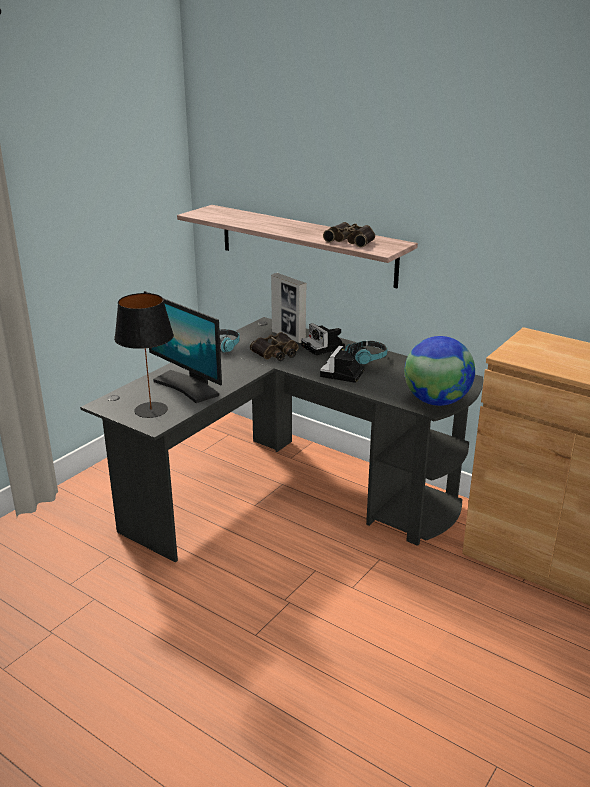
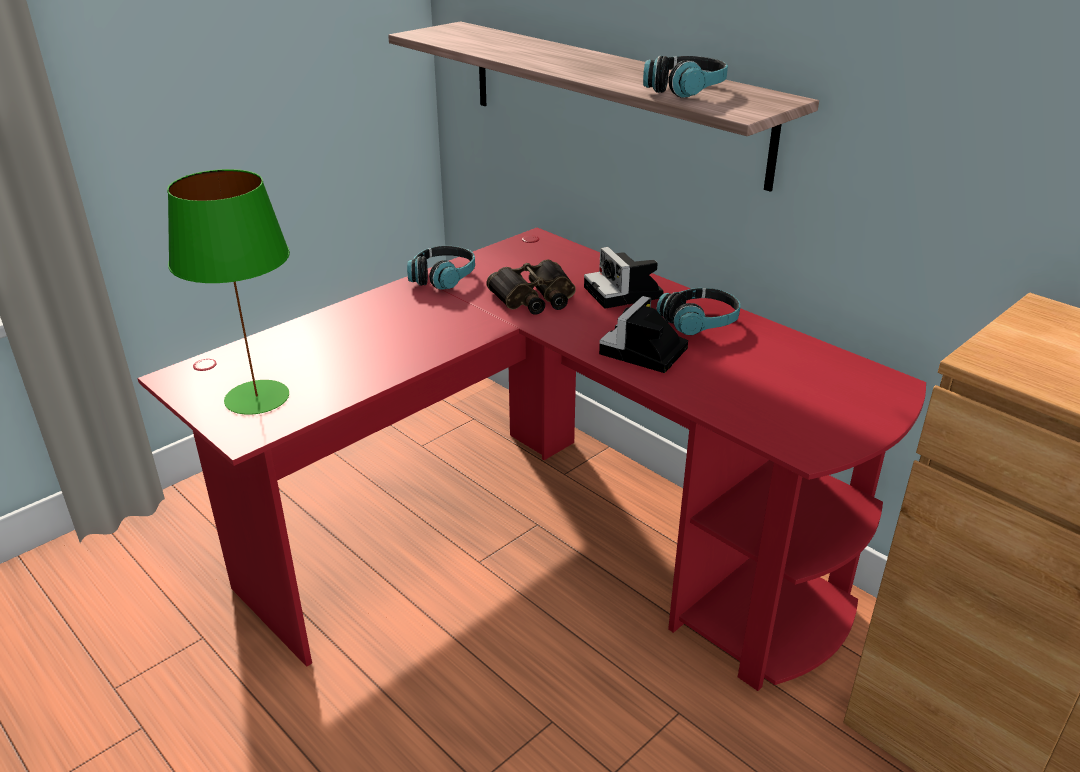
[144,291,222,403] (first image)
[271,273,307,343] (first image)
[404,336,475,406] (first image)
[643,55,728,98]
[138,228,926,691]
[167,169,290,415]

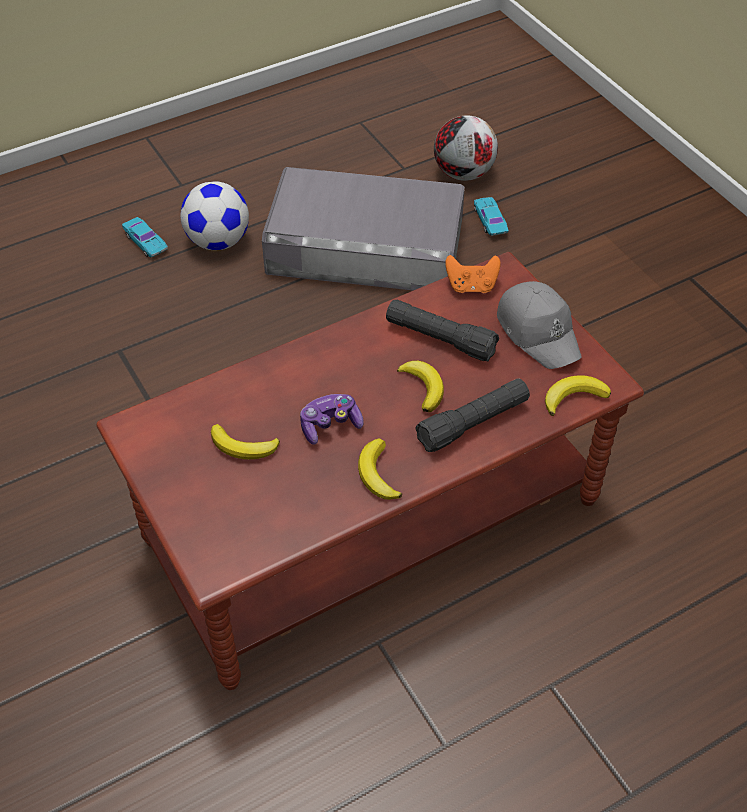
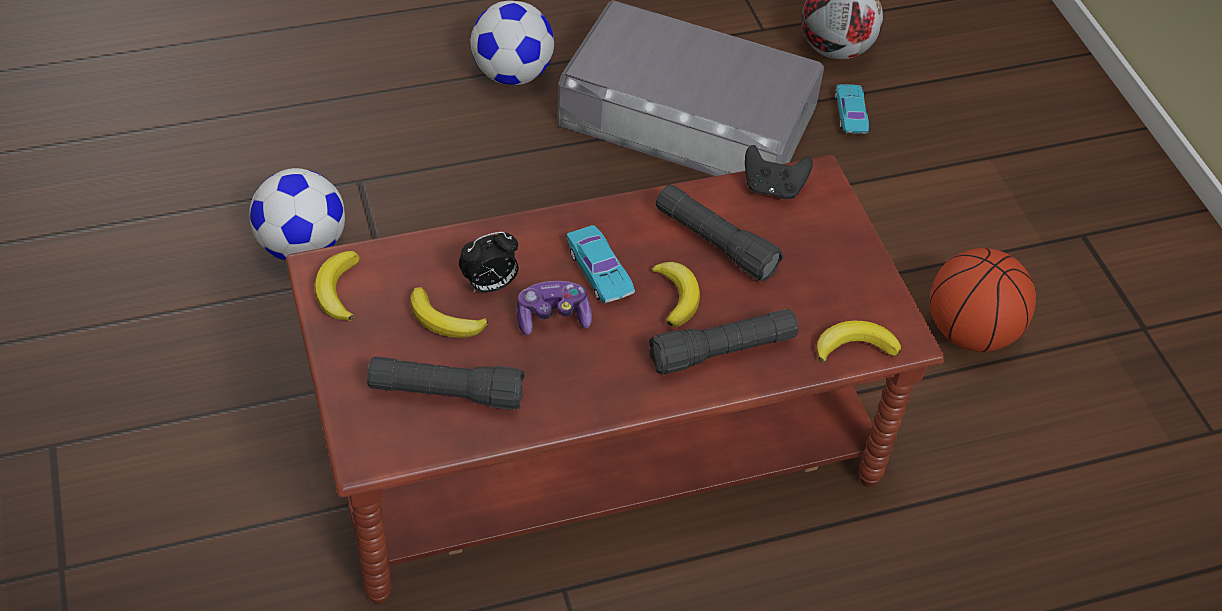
[497,281,582,369] (first image)
[249,168,345,260]
[367,356,525,410]
[459,232,518,293]
[930,248,1036,352]
[567,225,635,303]
[314,251,359,321]
[745,145,813,199]

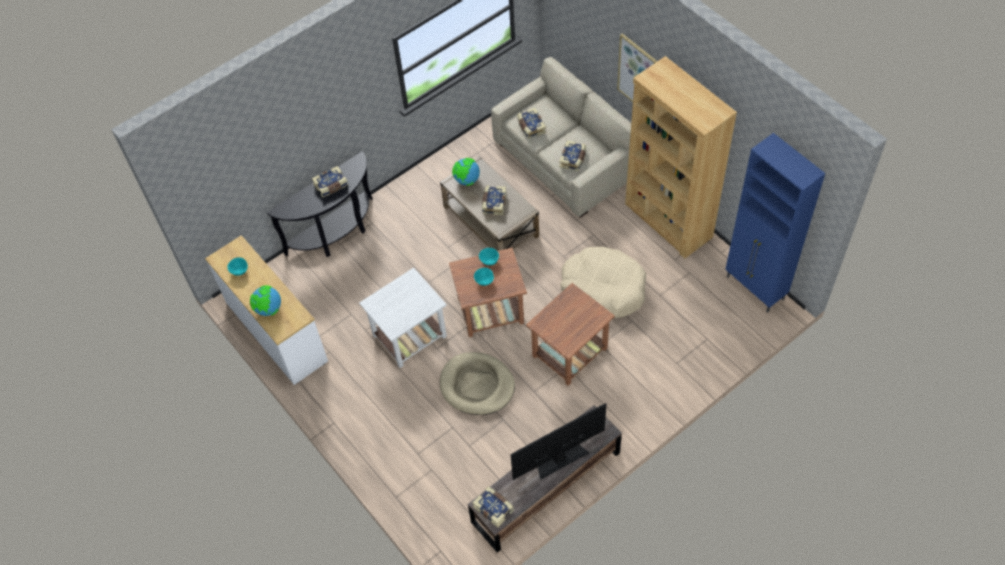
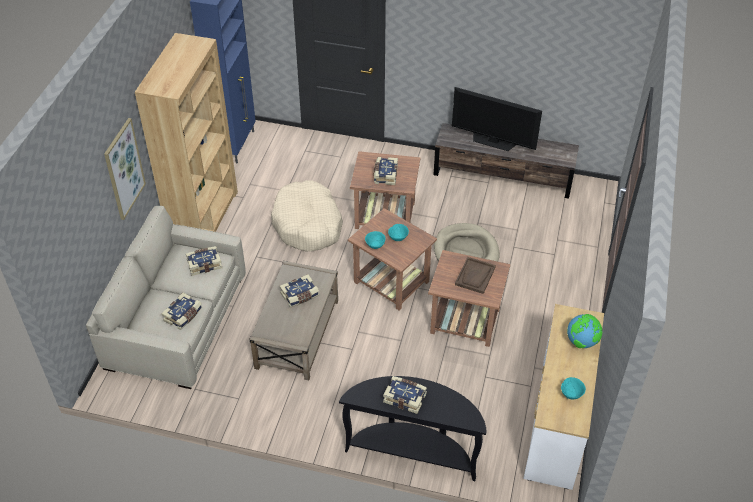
[452,158,480,186] (first image)
[455,257,496,294]
[374,157,398,185]
[428,250,511,347]

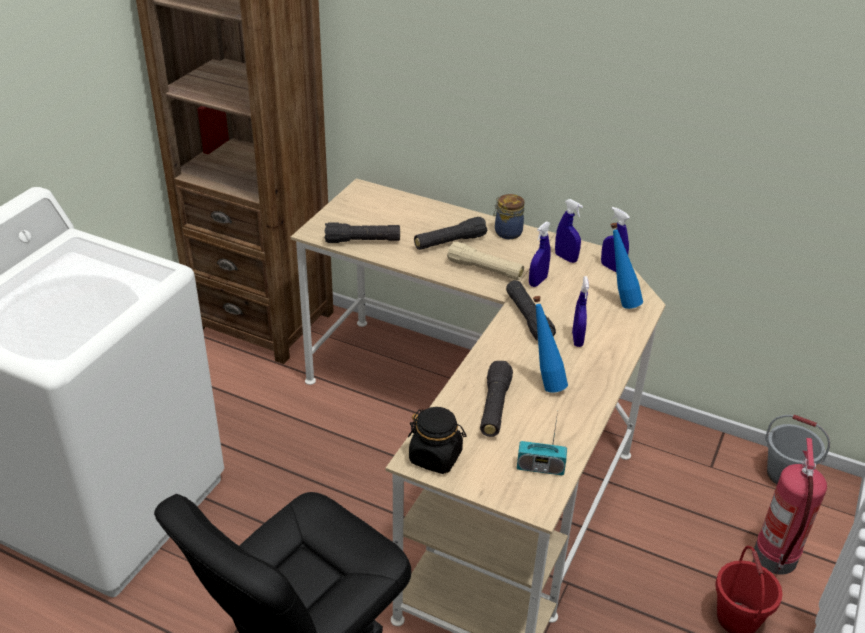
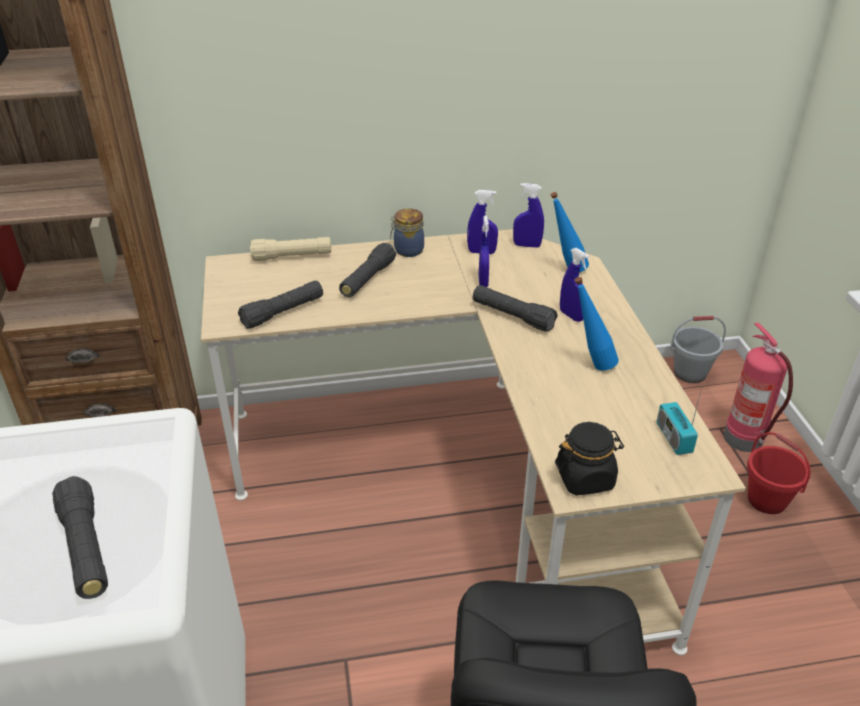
[250,237,331,261]
[52,476,108,599]
[657,388,702,455]

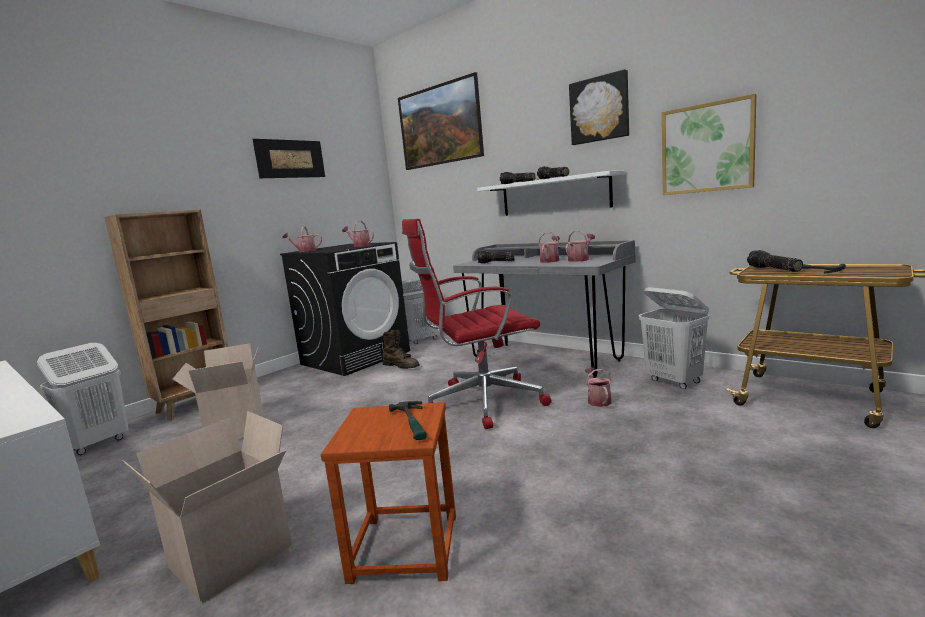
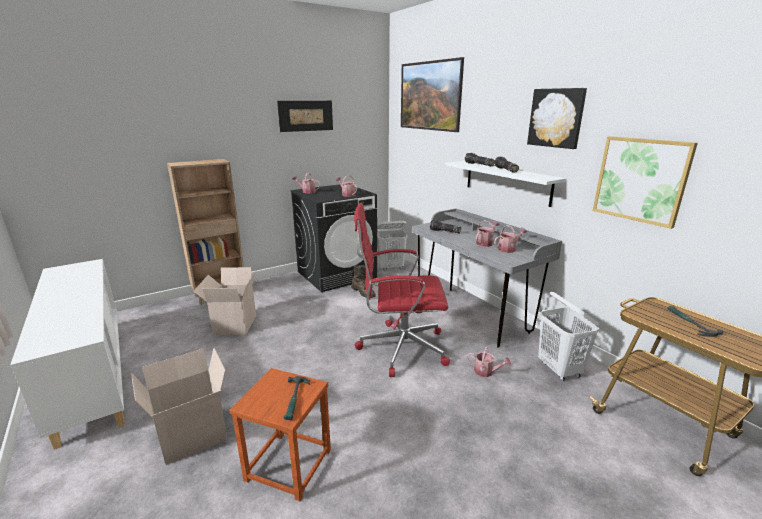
[37,343,129,455] (first image)
[747,250,803,272] (first image)
[467,347,511,377]

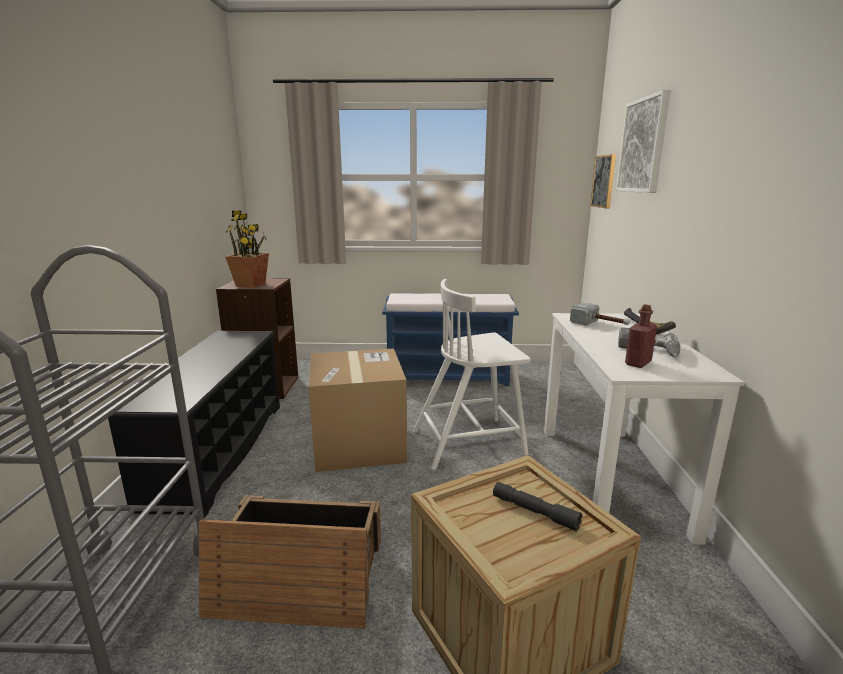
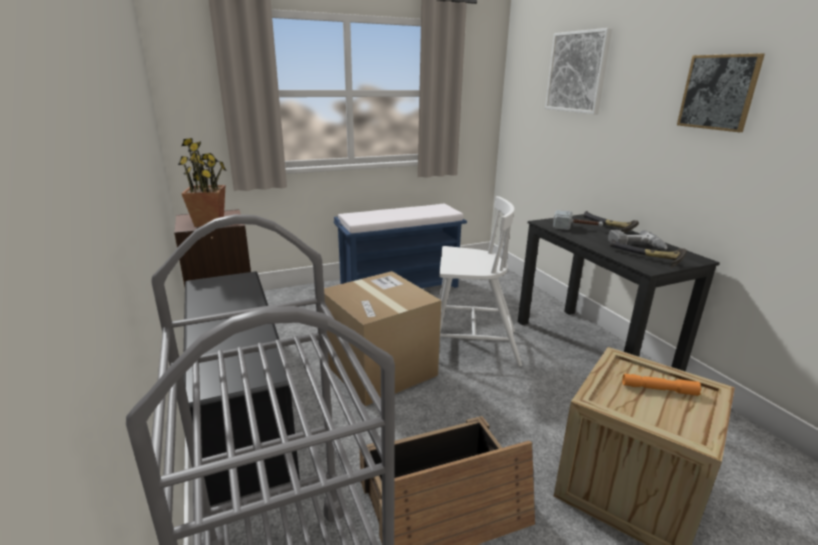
[677,53,765,132]
[610,239,687,268]
[622,374,702,396]
[518,214,720,371]
[439,196,522,366]

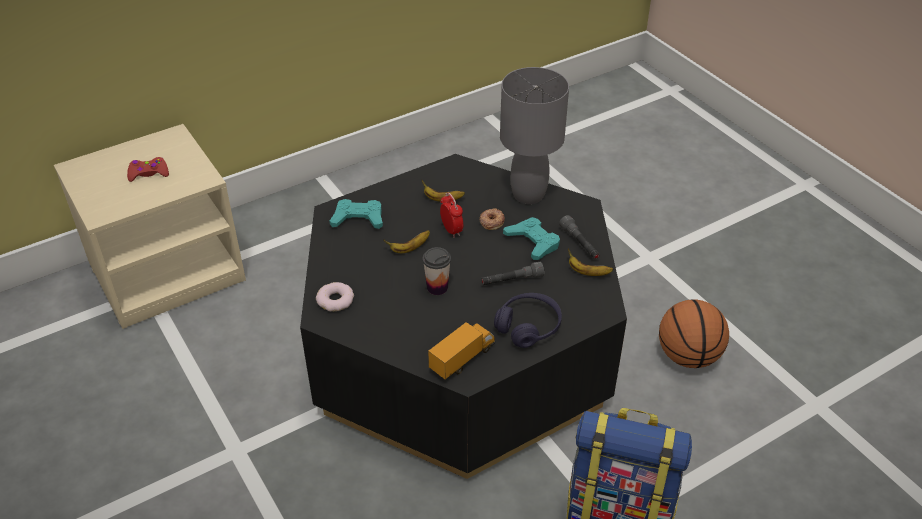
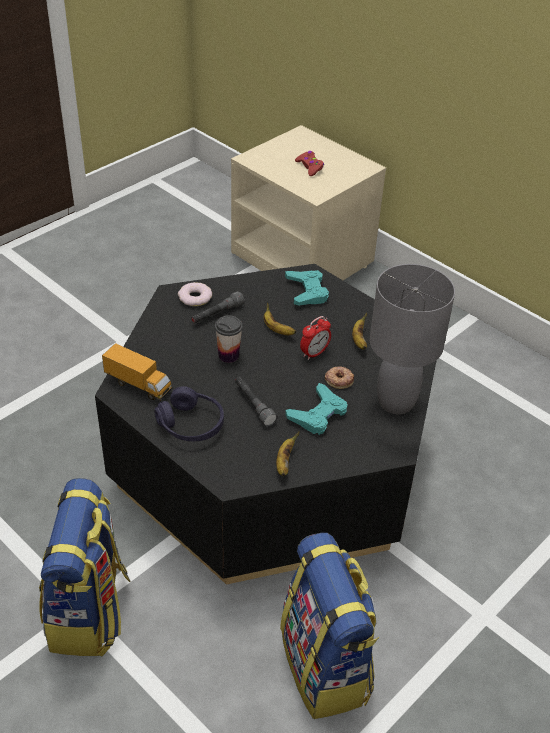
[191,291,244,323]
[280,533,379,719]

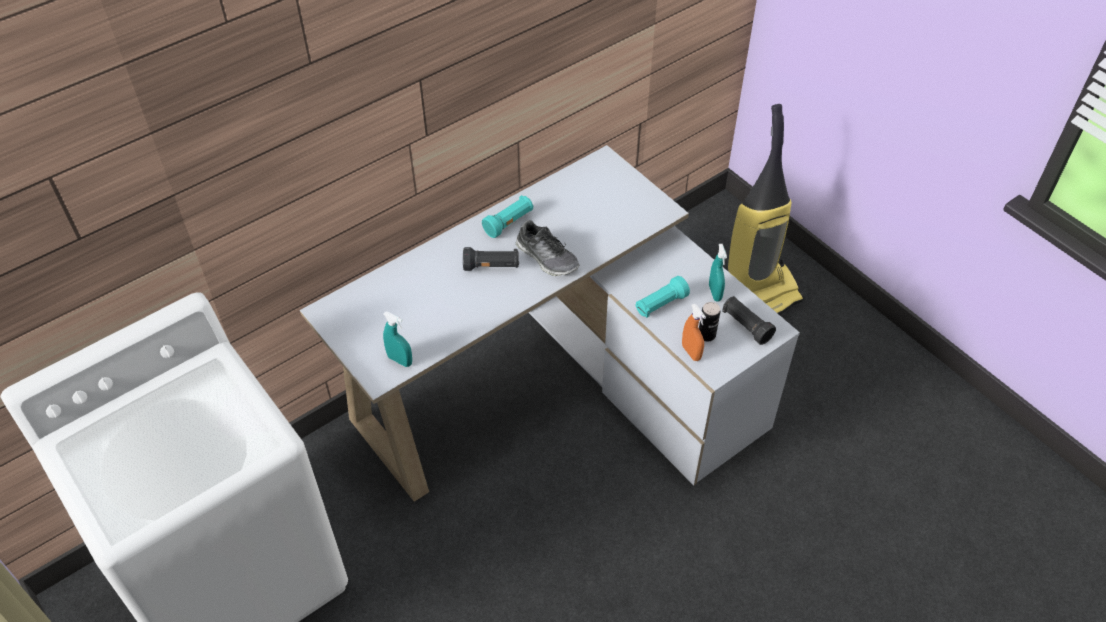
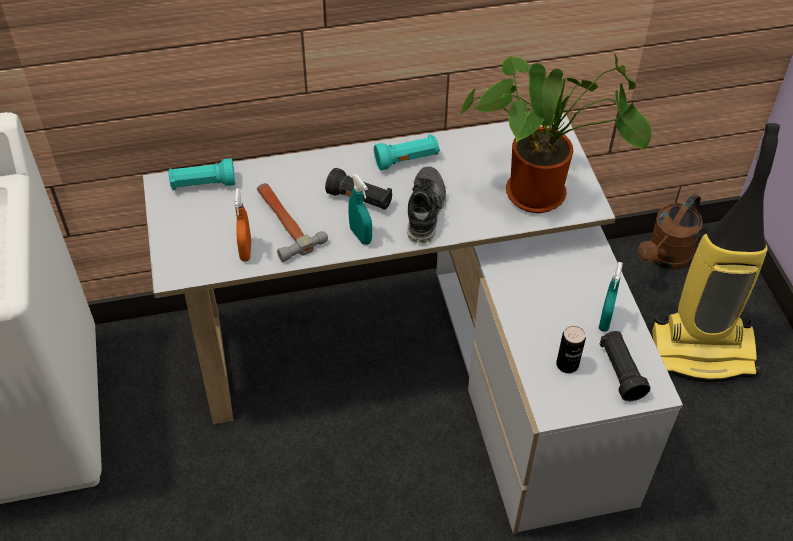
[257,183,328,262]
[459,53,652,213]
[638,194,703,270]
[348,174,372,245]
[168,158,235,190]
[234,188,251,262]
[407,166,447,244]

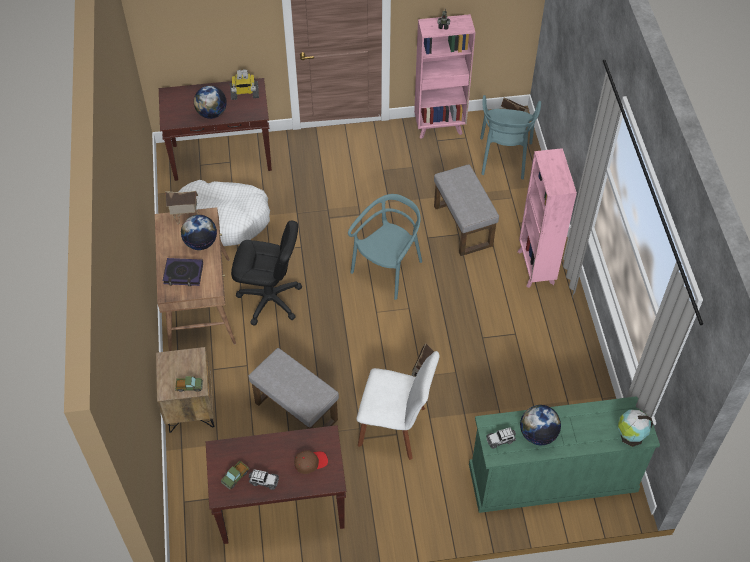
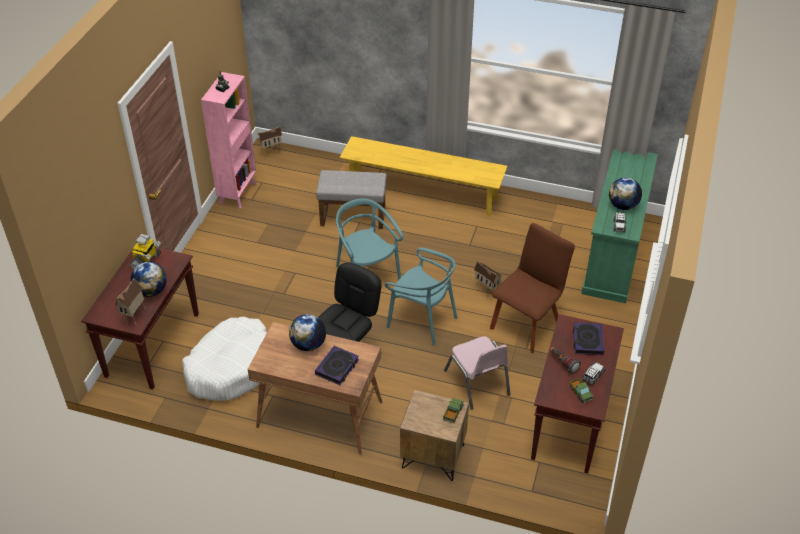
[618,410,653,447] (first image)
[550,347,581,374]
[116,279,146,326]
[385,247,457,345]
[444,336,511,410]
[573,322,604,355]
[340,136,507,217]
[490,223,575,353]

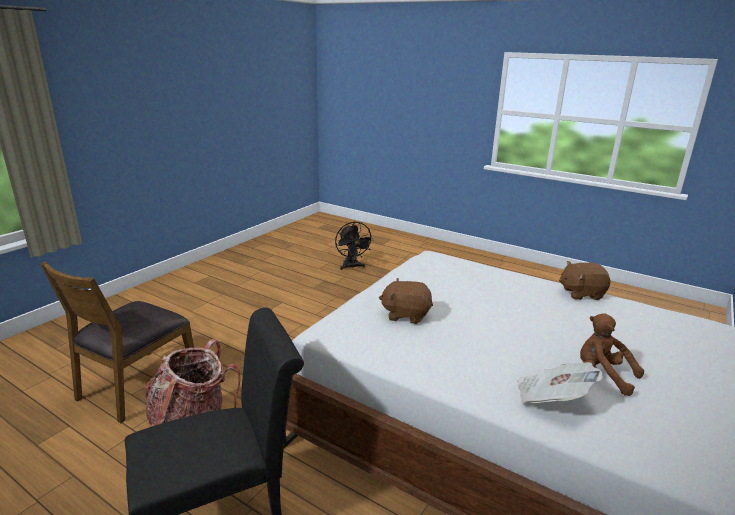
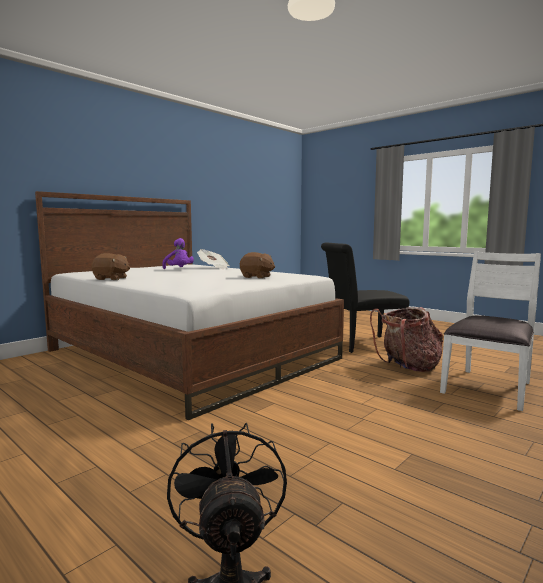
[440,251,541,411]
[162,238,194,269]

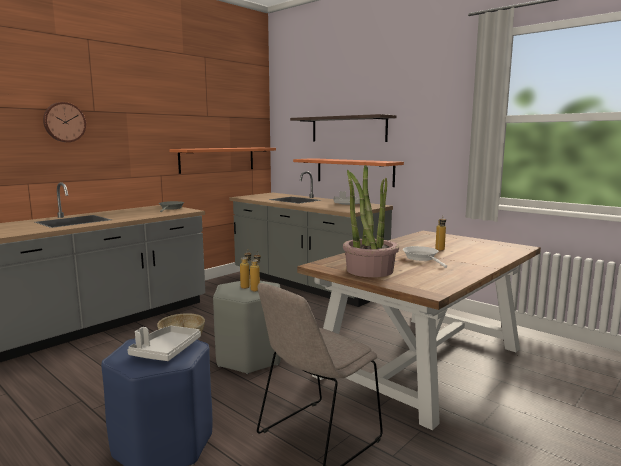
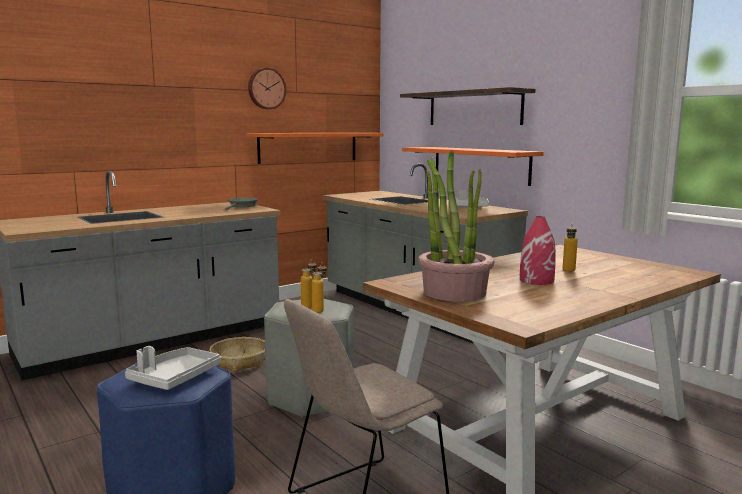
[248,68,286,109]
[520,216,556,285]

